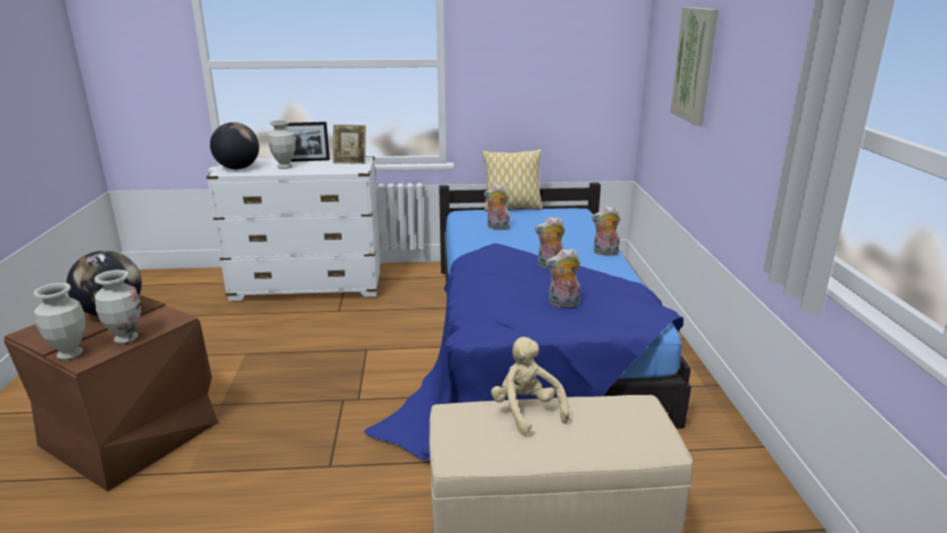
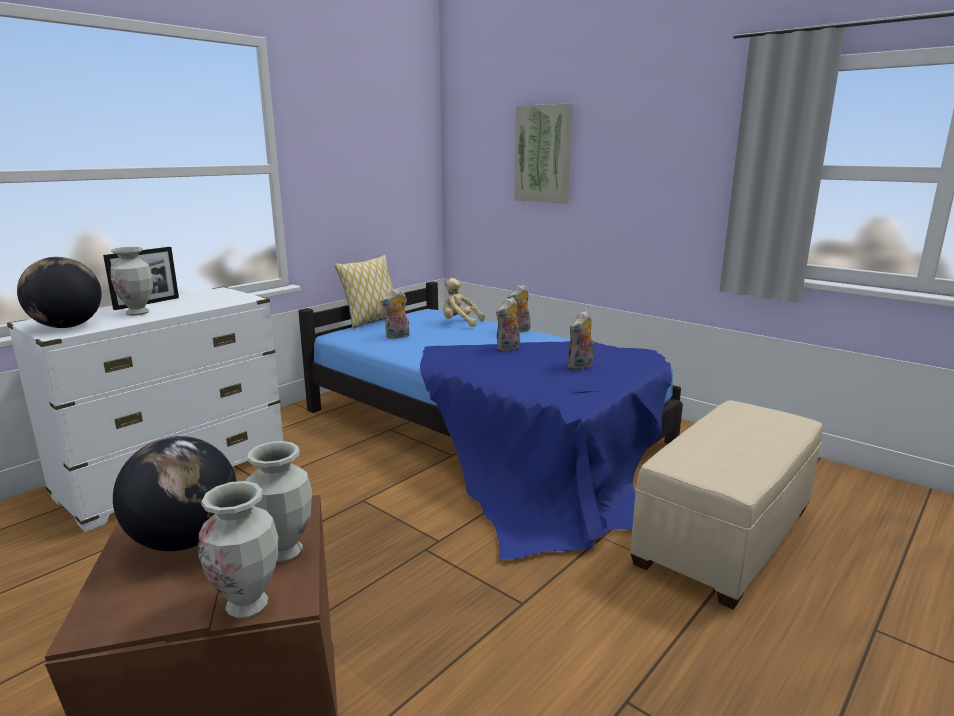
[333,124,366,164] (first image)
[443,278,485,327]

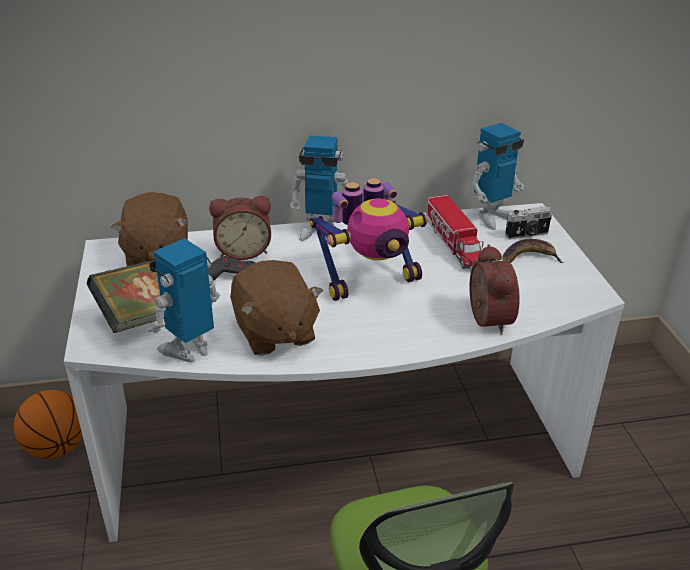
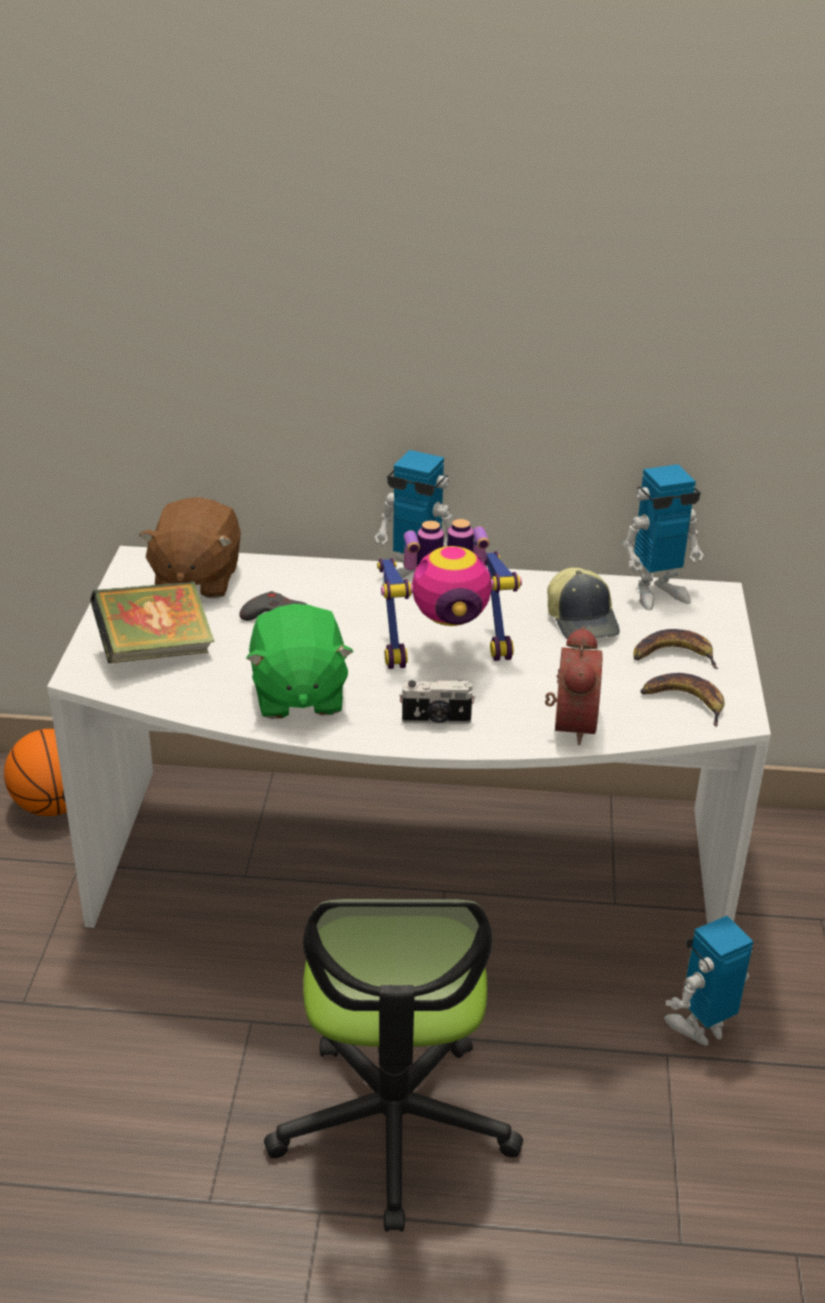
[209,196,271,260] (first image)
[640,673,725,727]
[664,916,754,1046]
[399,680,475,724]
[547,568,620,639]
[246,604,354,719]

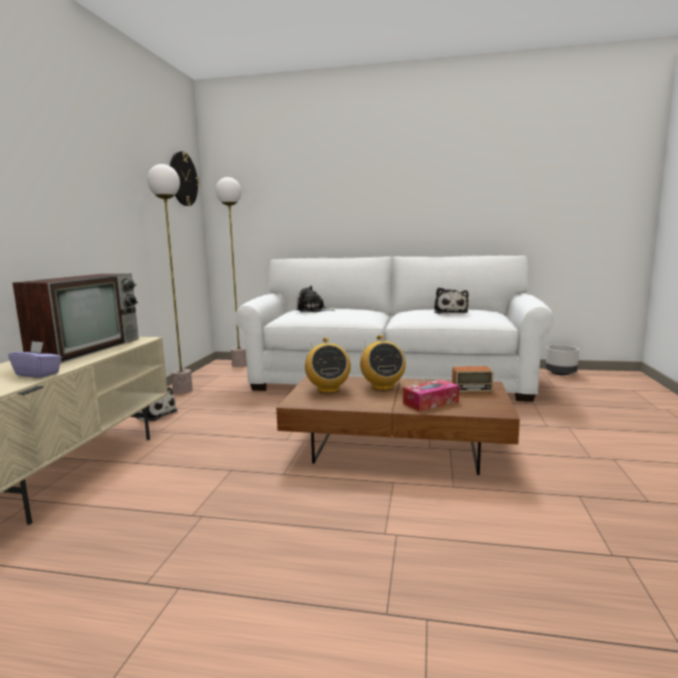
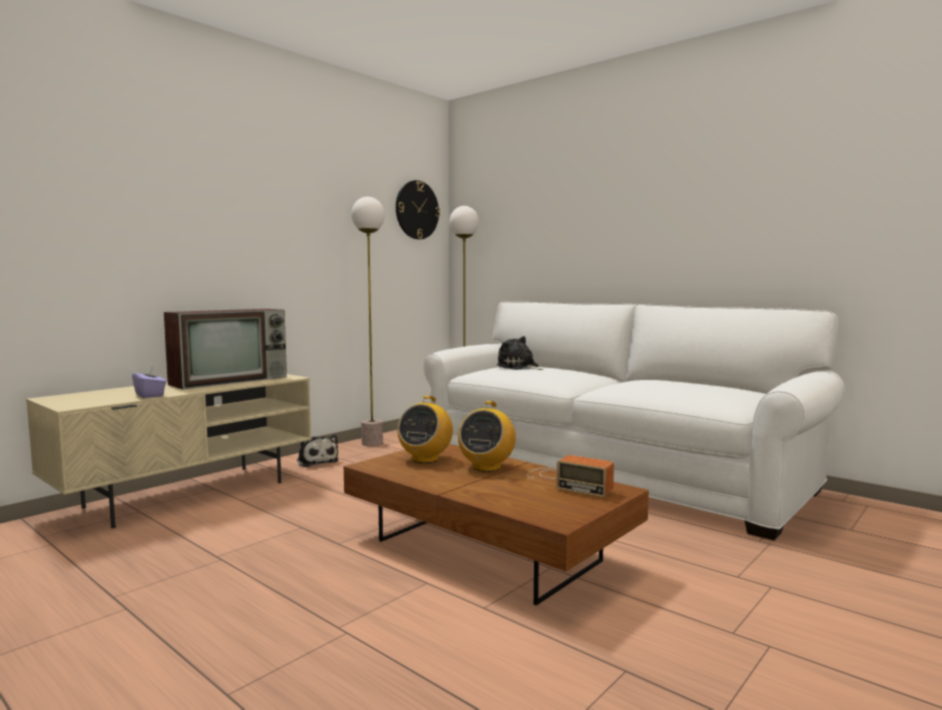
[403,379,459,412] (first image)
[434,287,469,314] (first image)
[546,345,579,375] (first image)

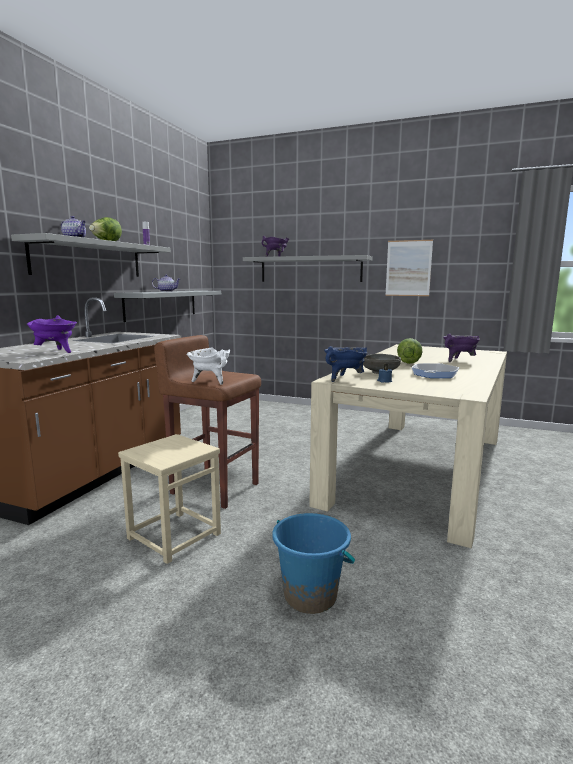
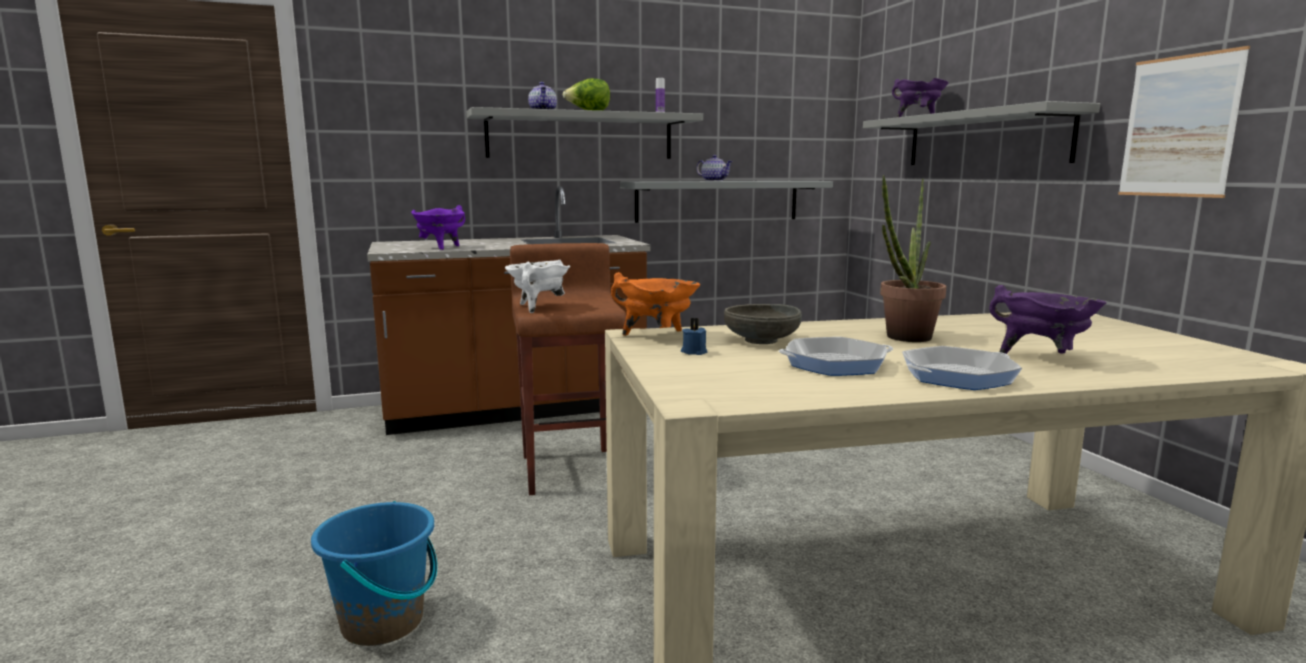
[118,434,221,564] (first image)
[902,346,1022,390]
[880,175,946,342]
[611,272,701,336]

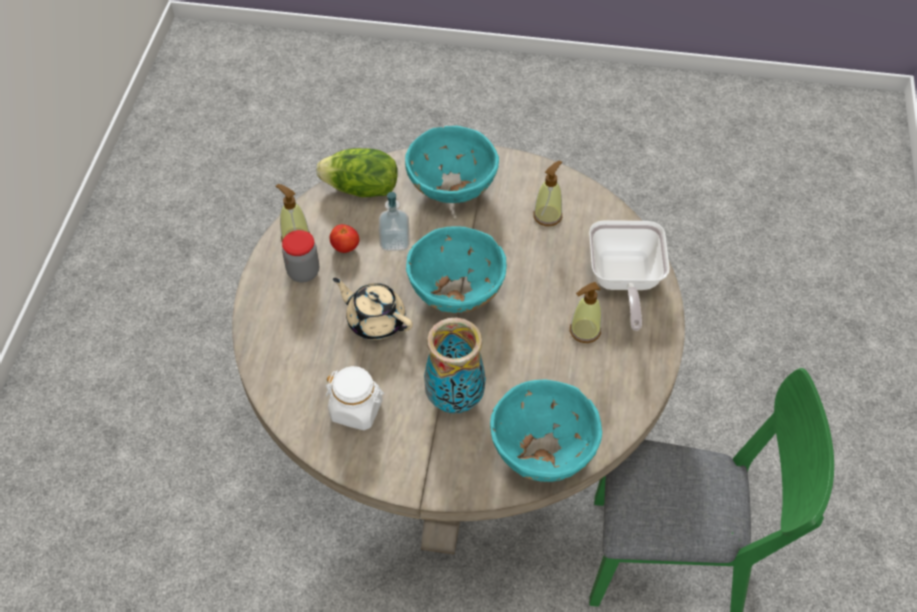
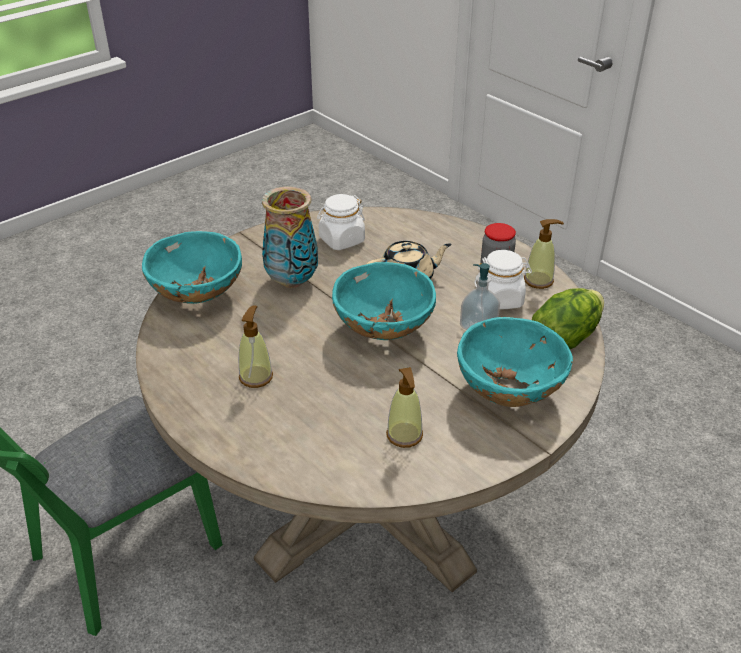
[589,220,670,331] (first image)
[474,250,532,309]

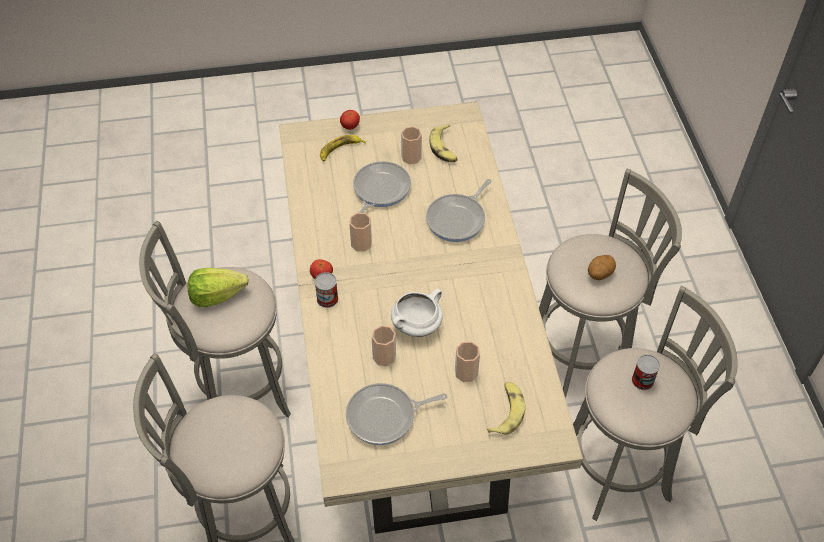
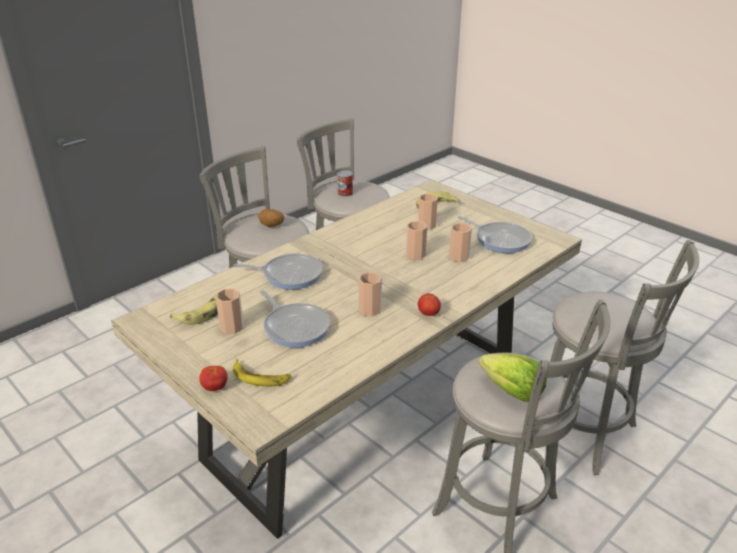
[315,272,338,308] (first image)
[406,221,427,260]
[260,291,330,347]

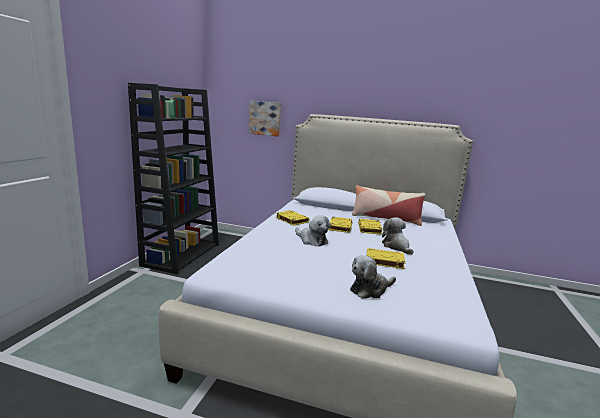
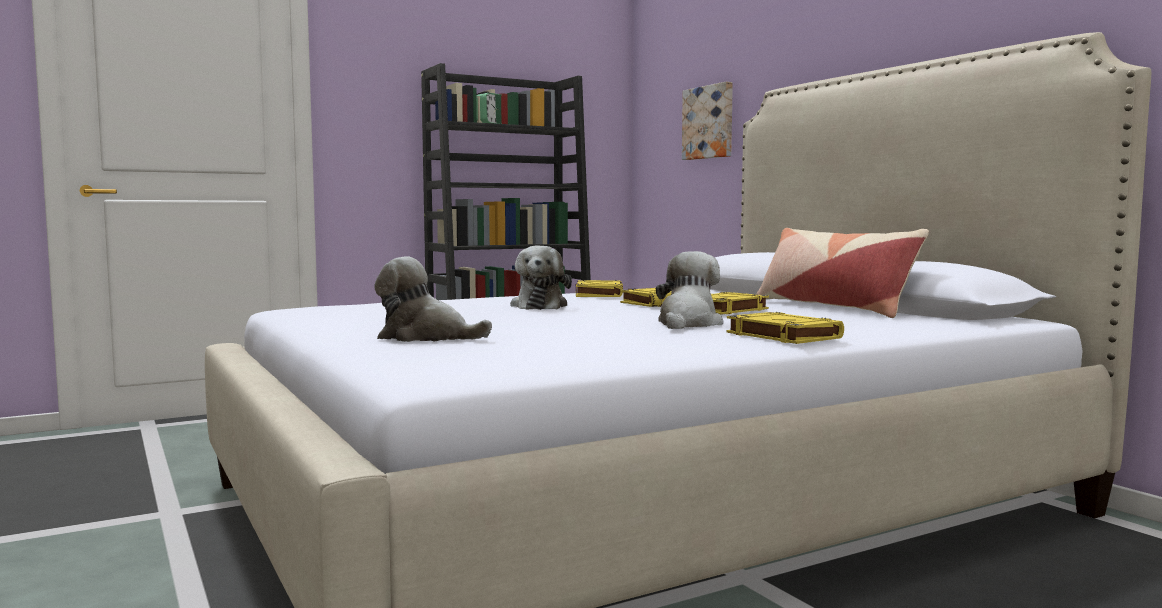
[727,312,844,344]

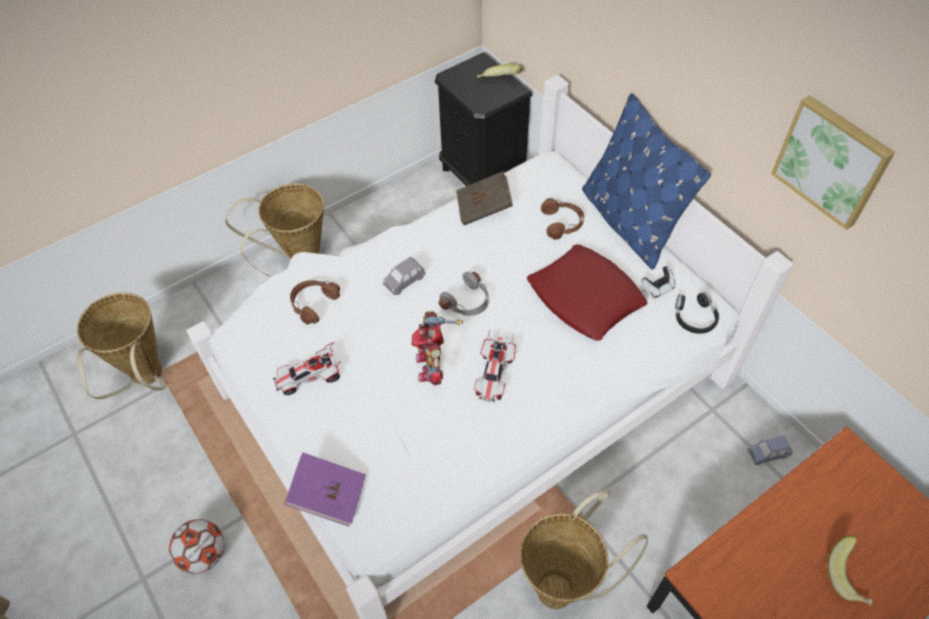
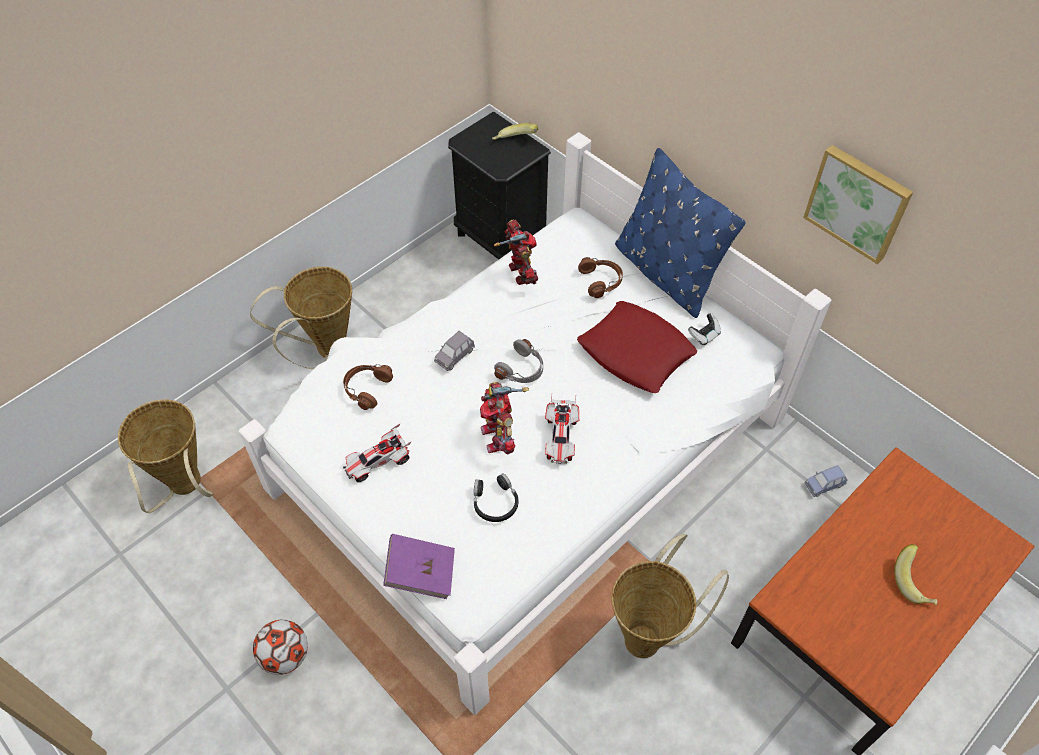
[474,473,519,522]
[494,220,538,285]

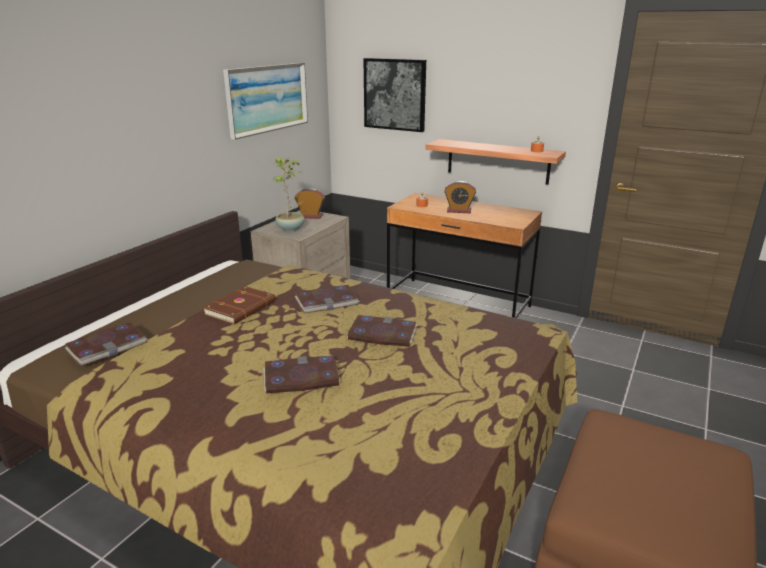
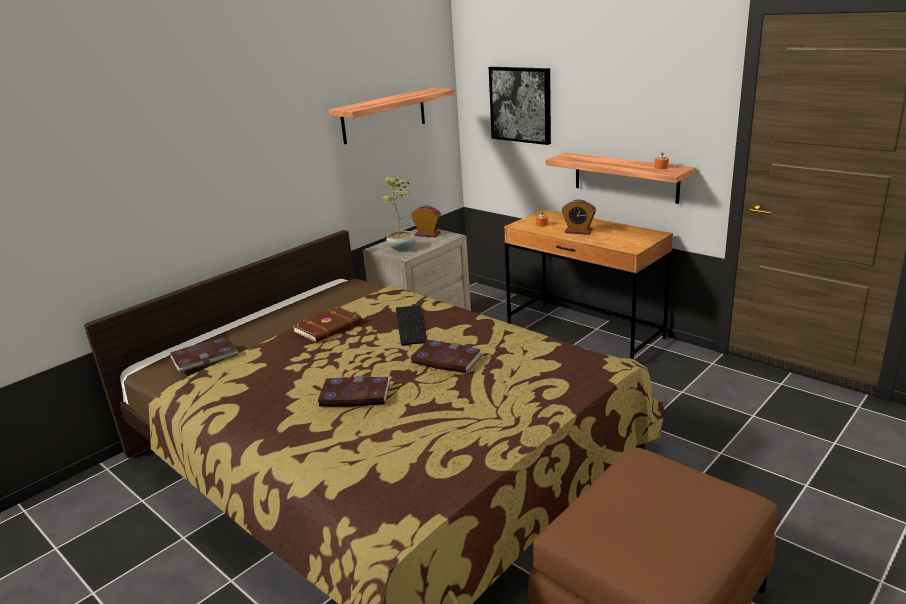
[329,88,454,144]
[396,306,428,346]

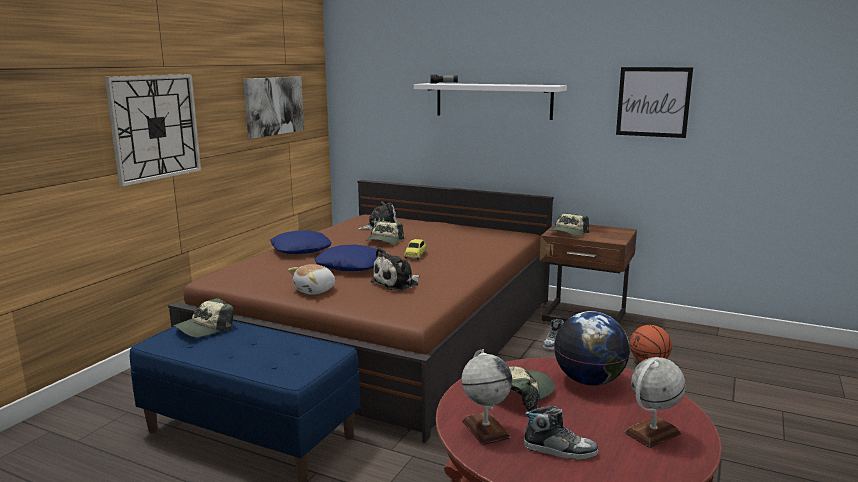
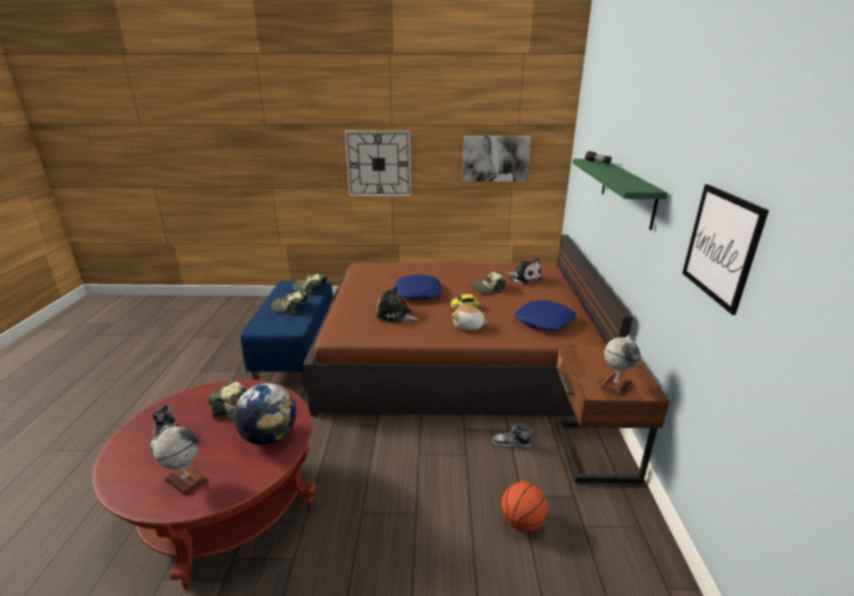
[514,300,576,331]
[452,302,488,330]
[600,335,641,396]
[271,291,308,315]
[573,159,667,230]

